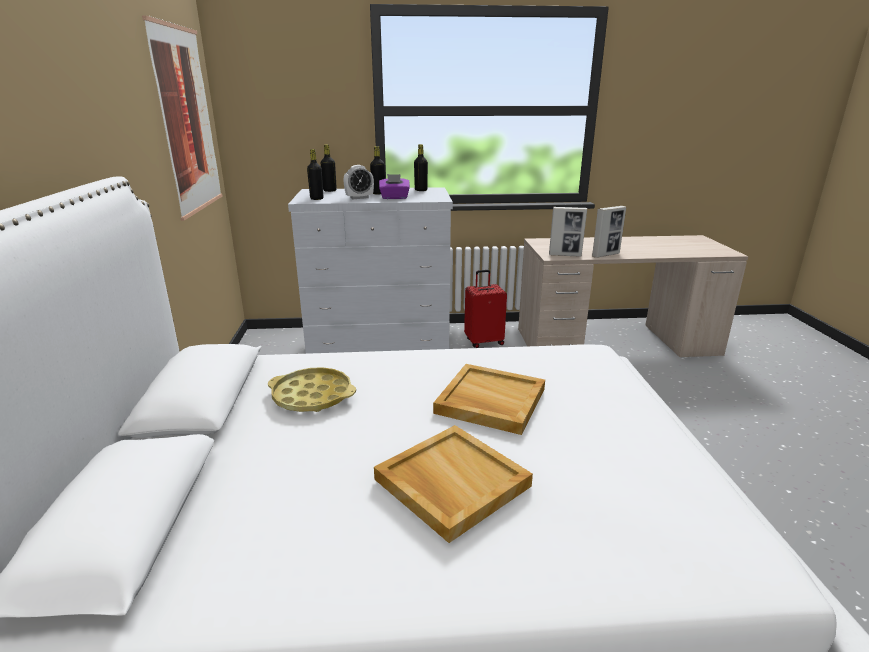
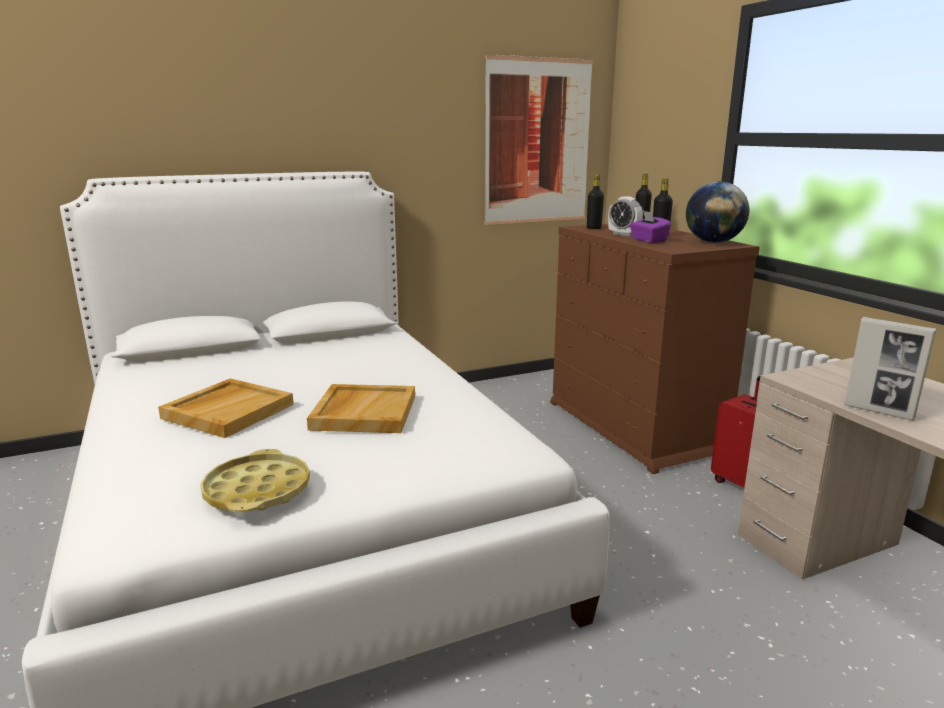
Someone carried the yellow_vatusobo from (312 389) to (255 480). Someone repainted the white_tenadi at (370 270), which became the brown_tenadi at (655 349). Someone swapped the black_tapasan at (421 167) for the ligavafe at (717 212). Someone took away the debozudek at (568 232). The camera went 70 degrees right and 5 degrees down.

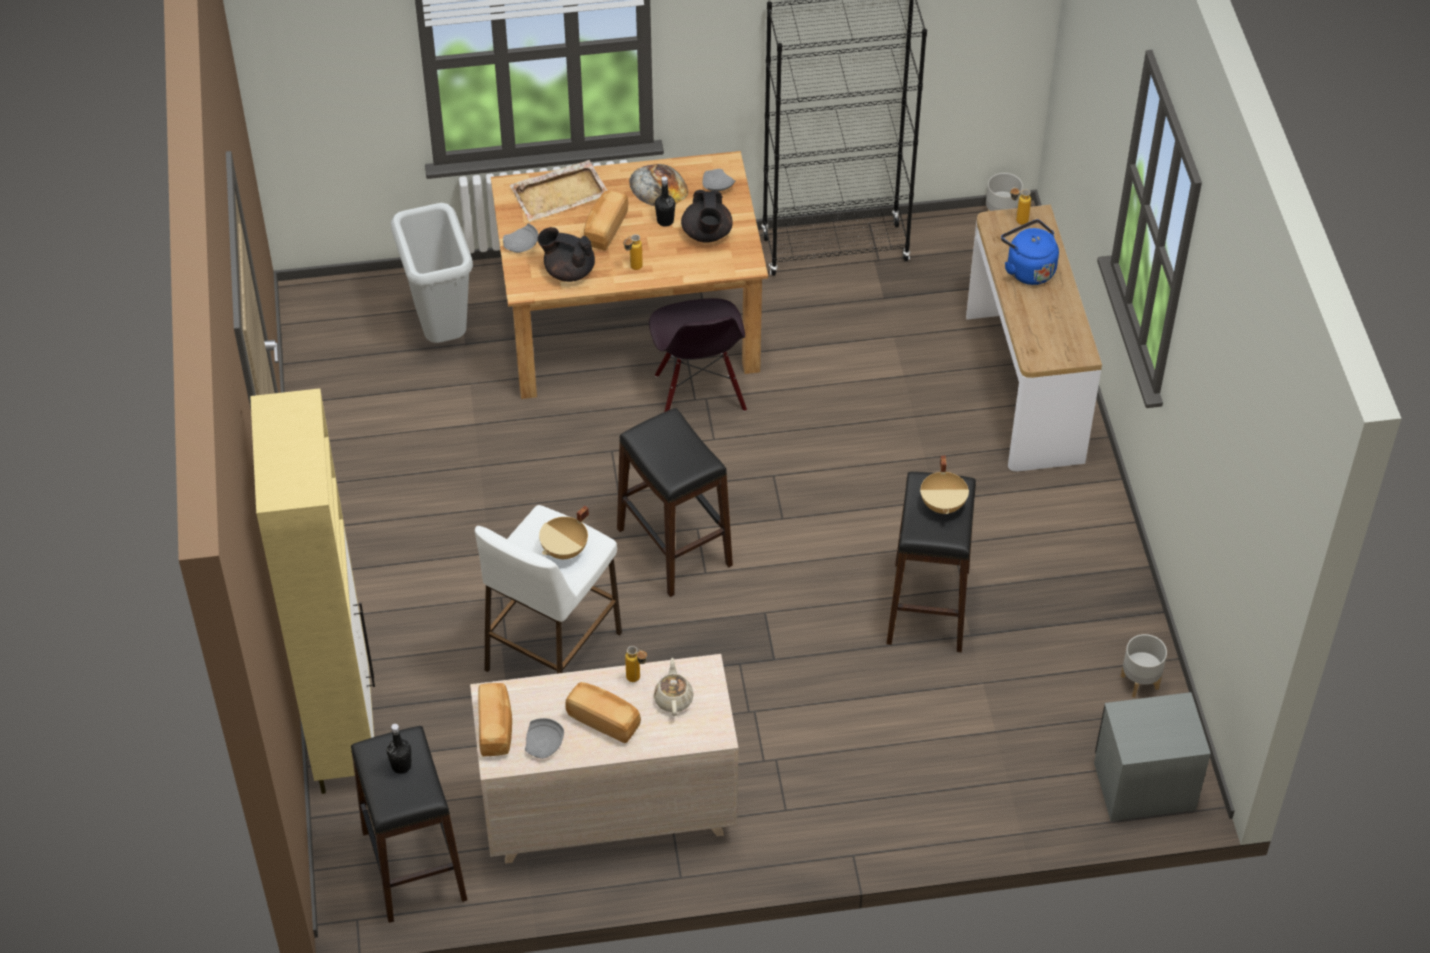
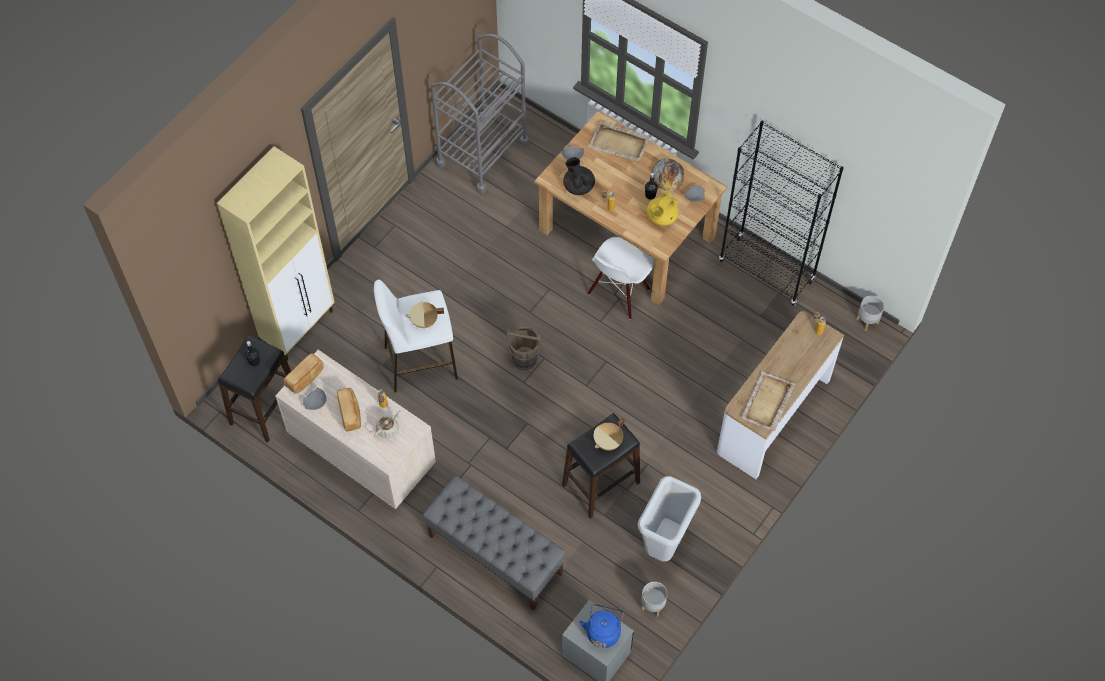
Someone put down the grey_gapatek at (494 543). Someone put down the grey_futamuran at (480 114). Someone swapped the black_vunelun at (675 502) for the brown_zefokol at (524 348). Someone carried the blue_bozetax from (1030 252) to (602 626). Someone repainted the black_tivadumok at (698 355), which became the white_tivadumok at (621 278). Someone carried the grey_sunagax from (432 273) to (669 518). Someone repainted the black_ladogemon at (707 216), which became the yellow_ladogemon at (663 209). Someone put down the beige_vatusobo at (768 401). Someone took away the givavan at (606 221). The camera went 45 degrees right and 10 degrees up.

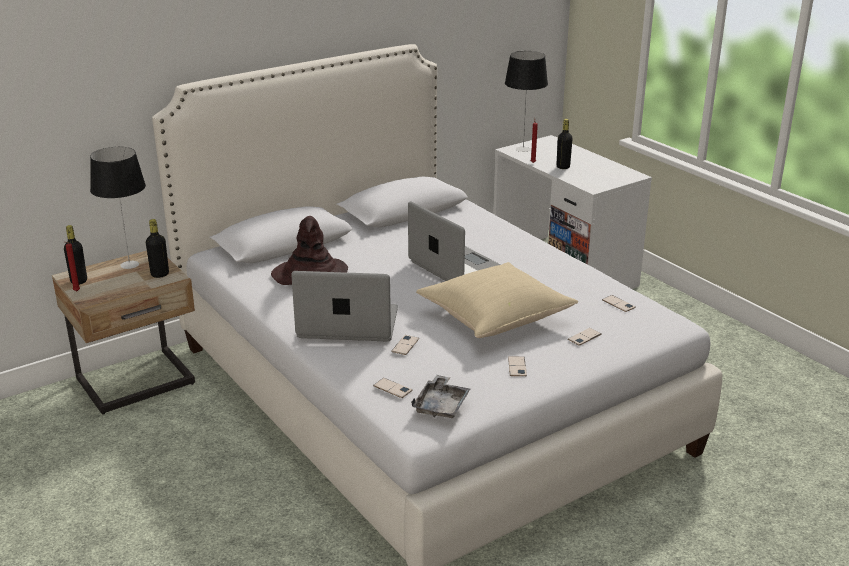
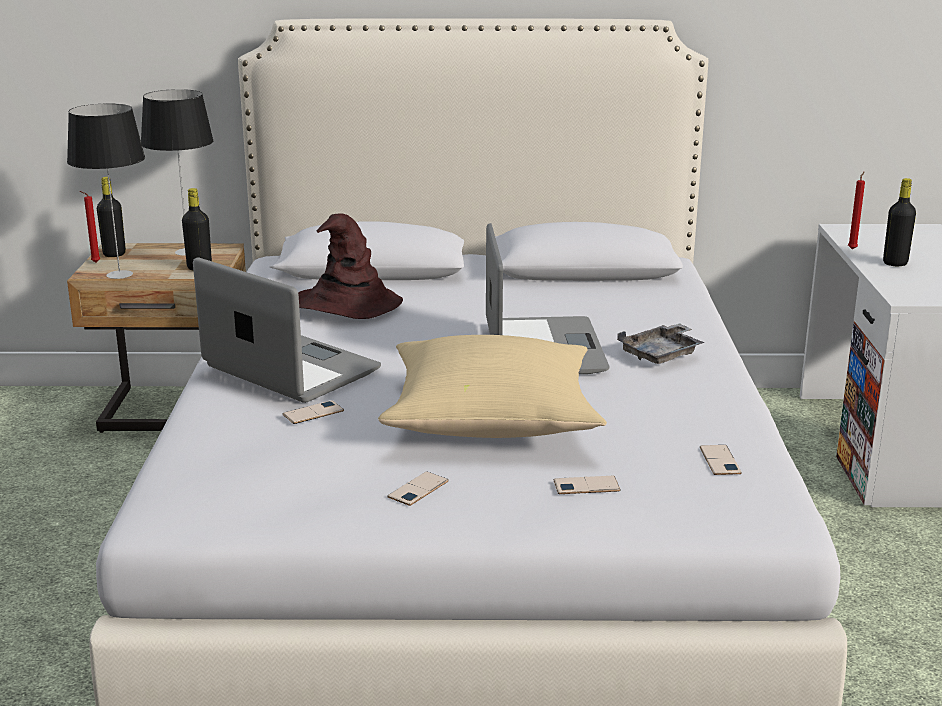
Someone carried the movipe from (526 101) to (106 191). Someone carried the grey_vatusobo from (440 396) to (661 343). Someone took away the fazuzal at (392 388). The camera went 35 degrees right and 5 degrees down.

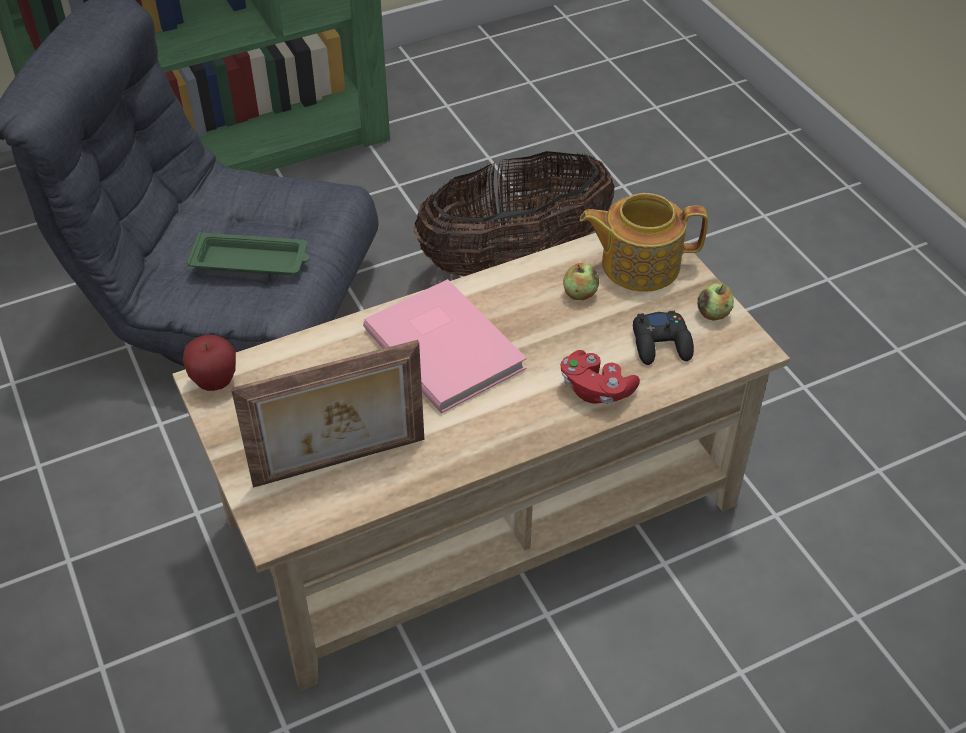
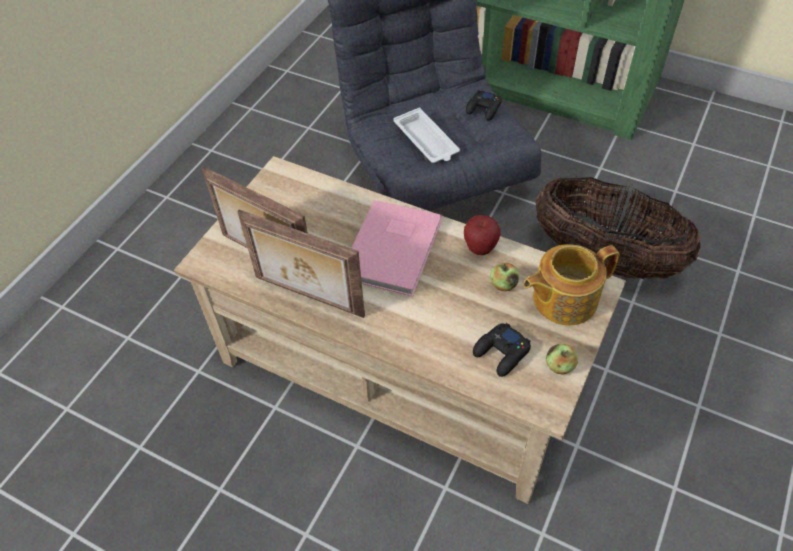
Someone put down the debozudek at (301 264). Someone repainted the green_vatusobo at (248 253), which became the white_vatusobo at (426 135). Someone carried the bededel from (209 363) to (482 235). Someone put down the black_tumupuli at (484 105). Someone rotated the ladogemon at (644 242) by 75 degrees counterclockwise. Someone took away the red_tumupuli at (600 377). The camera went 55 degrees right and 5 degrees up.

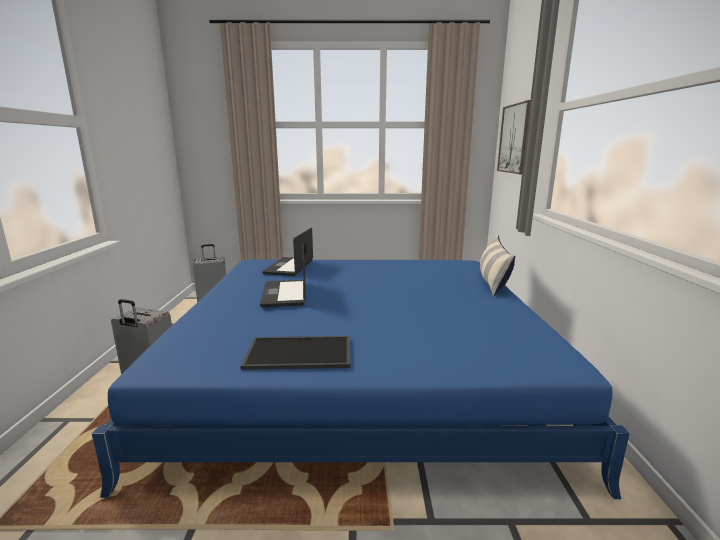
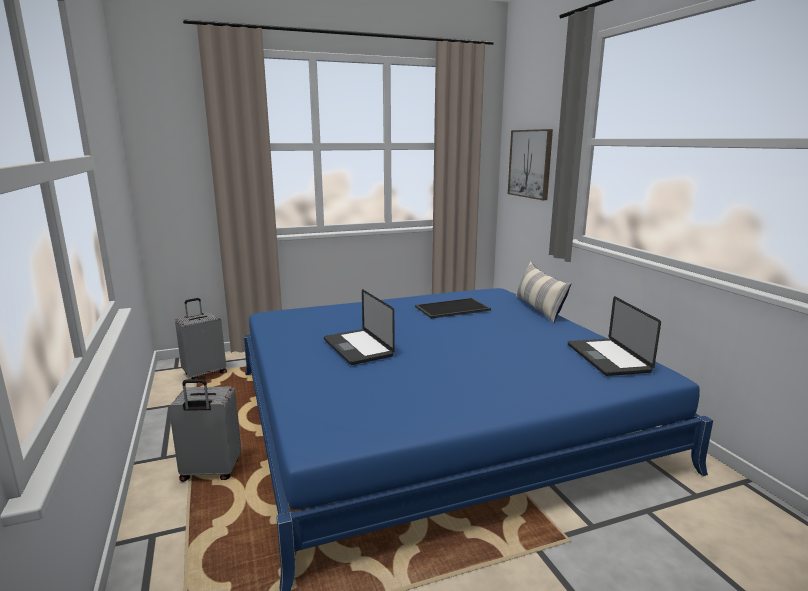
Someone carried the vatusobo from (295 353) to (453 308). Someone carried the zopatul from (287 252) to (614 336). The camera went 20 degrees left and 0 degrees up.

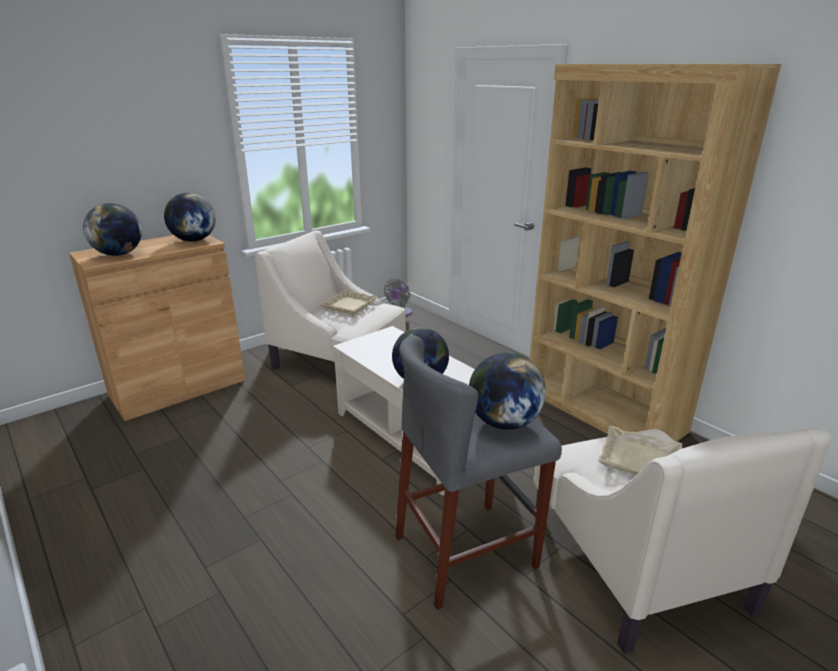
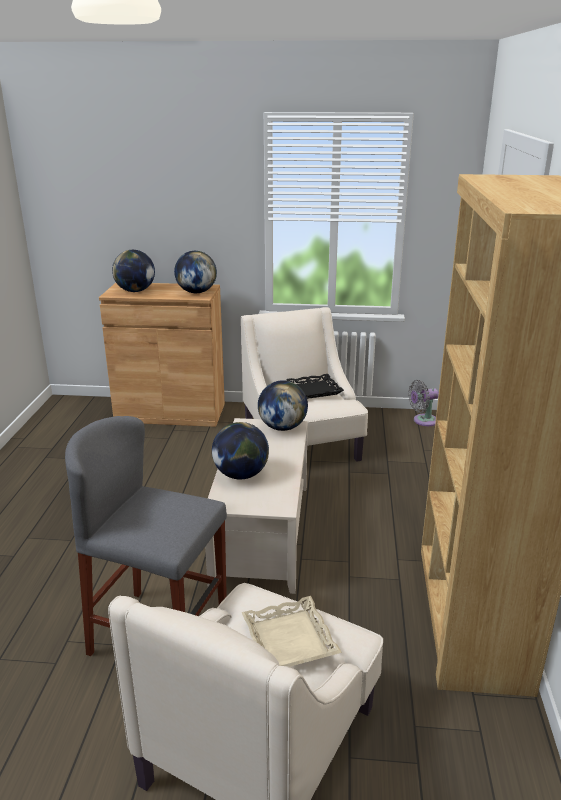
Someone carried the ligavafe from (507 391) to (283 405). Someone repainted the beige_vatusobo at (348 302), which became the black_vatusobo at (315 386). The camera went 45 degrees right and 0 degrees up.

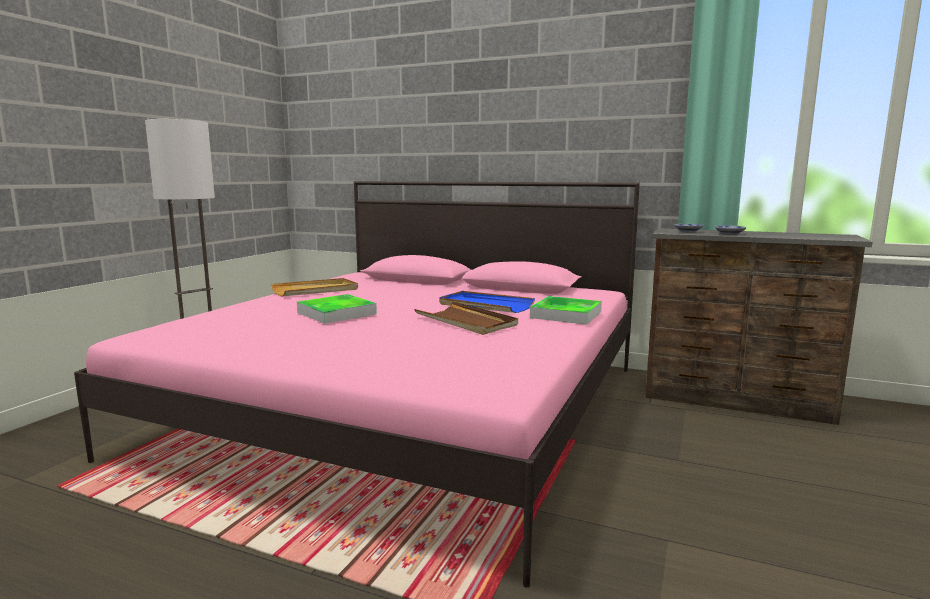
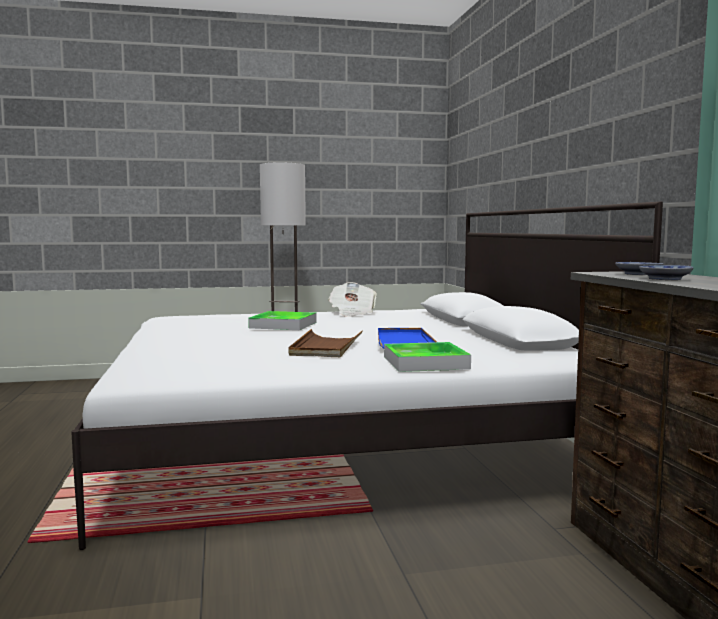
Someone repainted the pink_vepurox at (357 384), which became the white_vepurox at (367 375). Someone swapped the beige_vatusobo at (314 287) for the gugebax at (352 299). The camera went 55 degrees right and 5 degrees down.

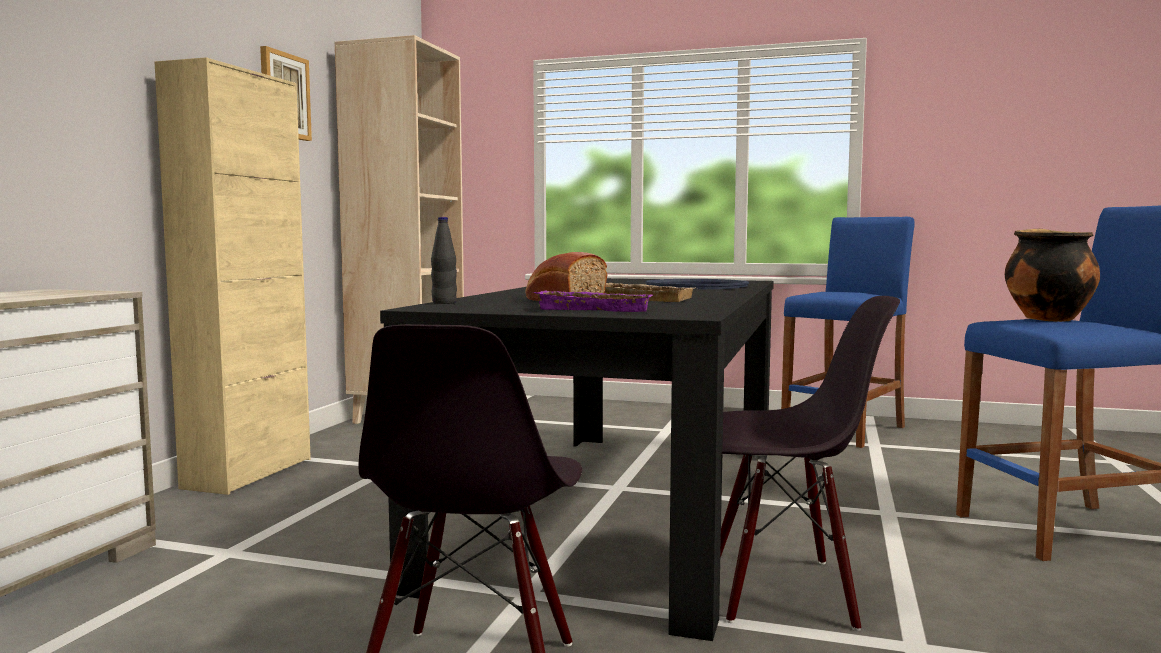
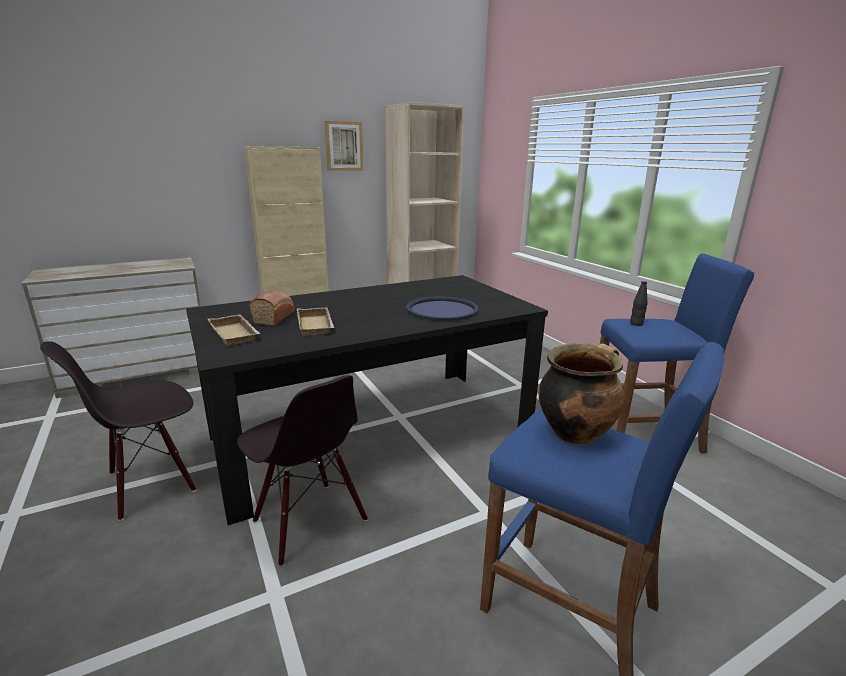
Someone repainted the purple_vatusobo at (593 301), which became the beige_vatusobo at (234 330). Someone carried the black_tapasan from (444 260) to (639 303). The camera went 45 degrees right and 15 degrees up.

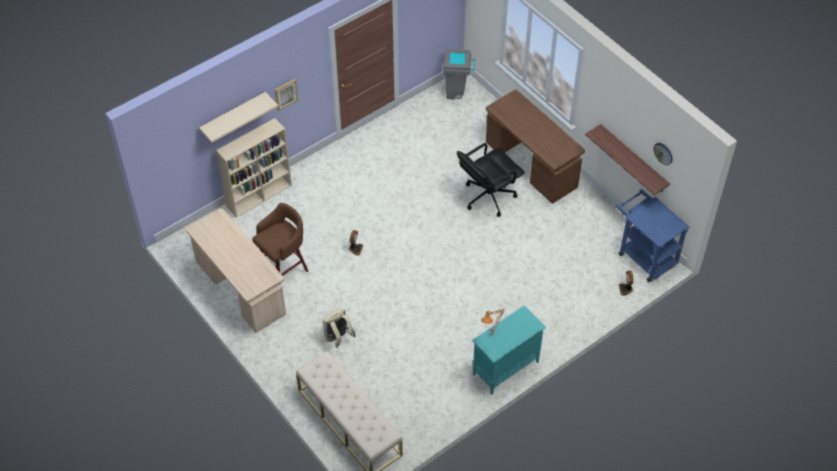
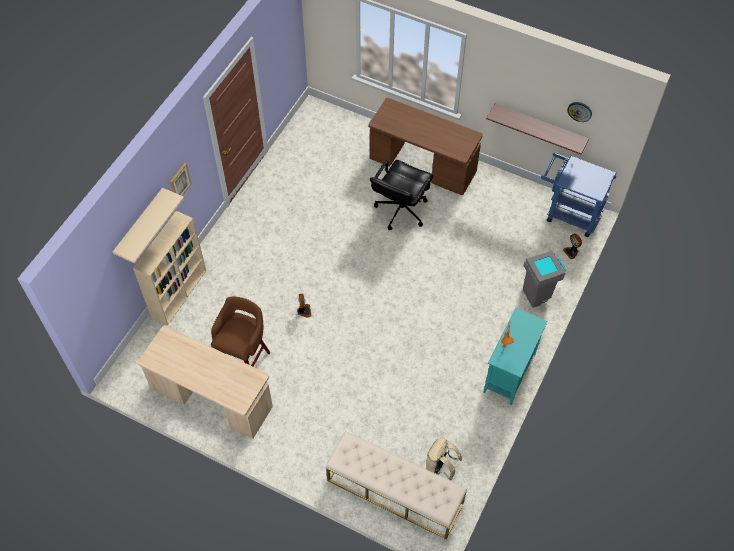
Someone carried the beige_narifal from (339 328) to (444 459). Someone carried the grey_sunagax from (459 74) to (545 279). The camera went 25 degrees left and 5 degrees up.

